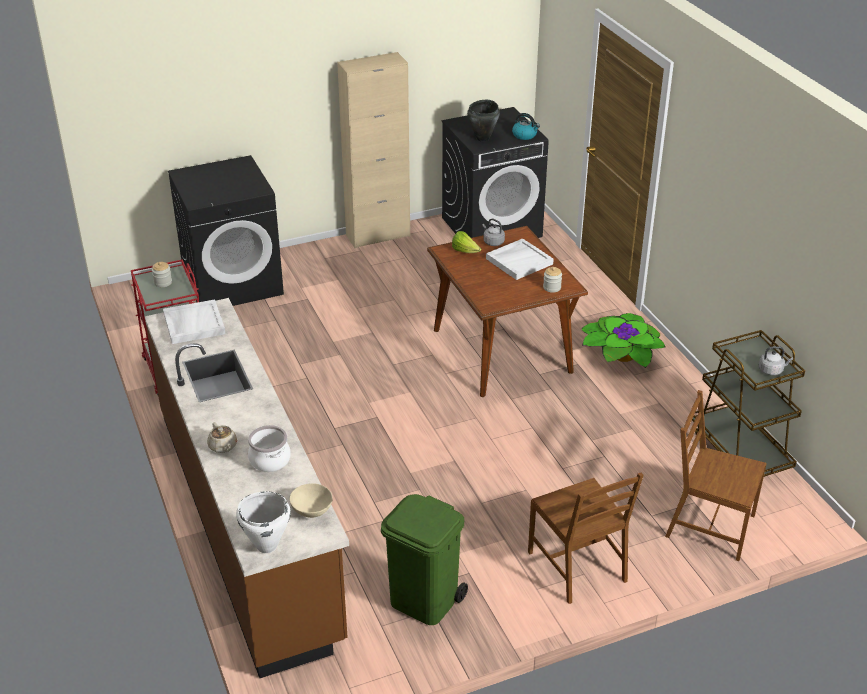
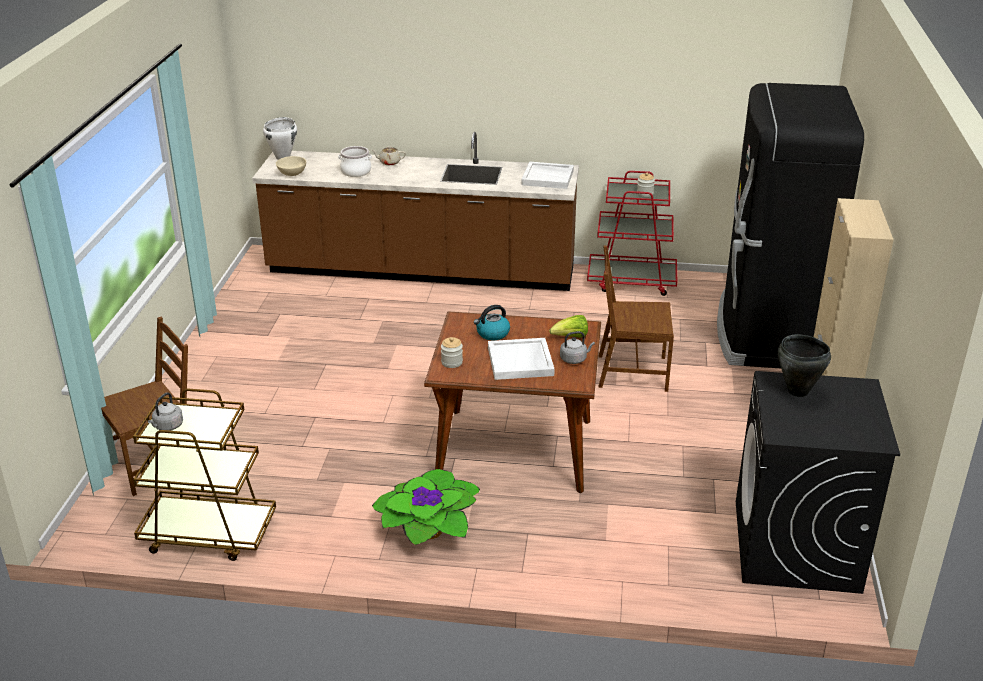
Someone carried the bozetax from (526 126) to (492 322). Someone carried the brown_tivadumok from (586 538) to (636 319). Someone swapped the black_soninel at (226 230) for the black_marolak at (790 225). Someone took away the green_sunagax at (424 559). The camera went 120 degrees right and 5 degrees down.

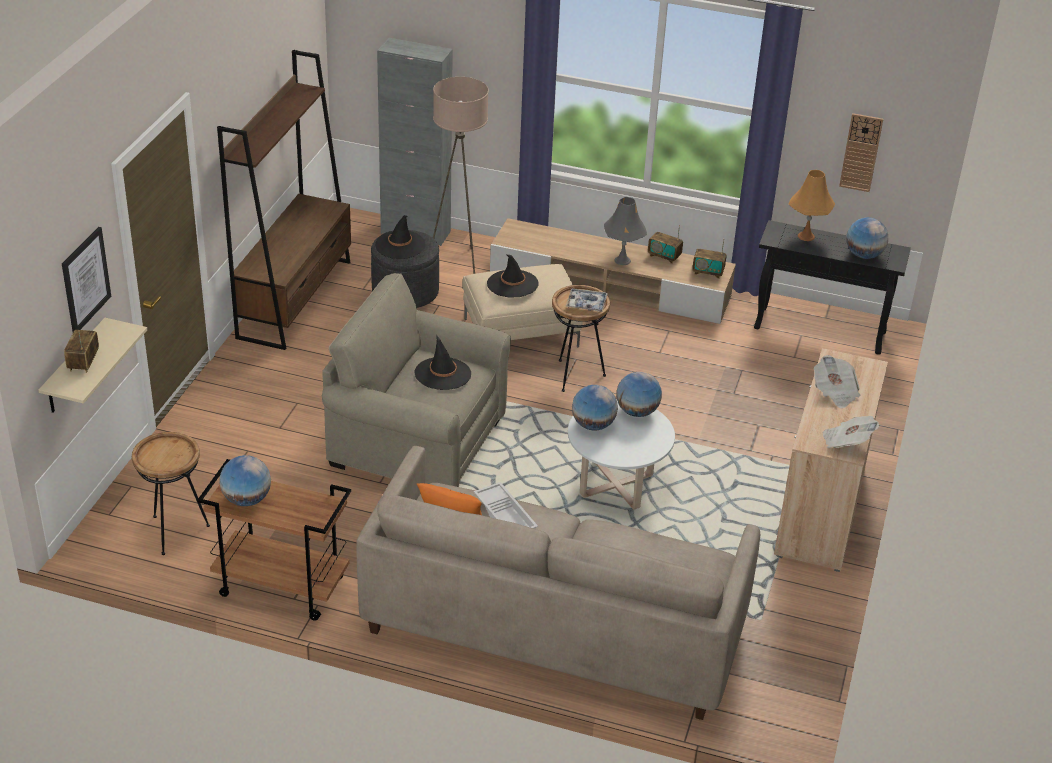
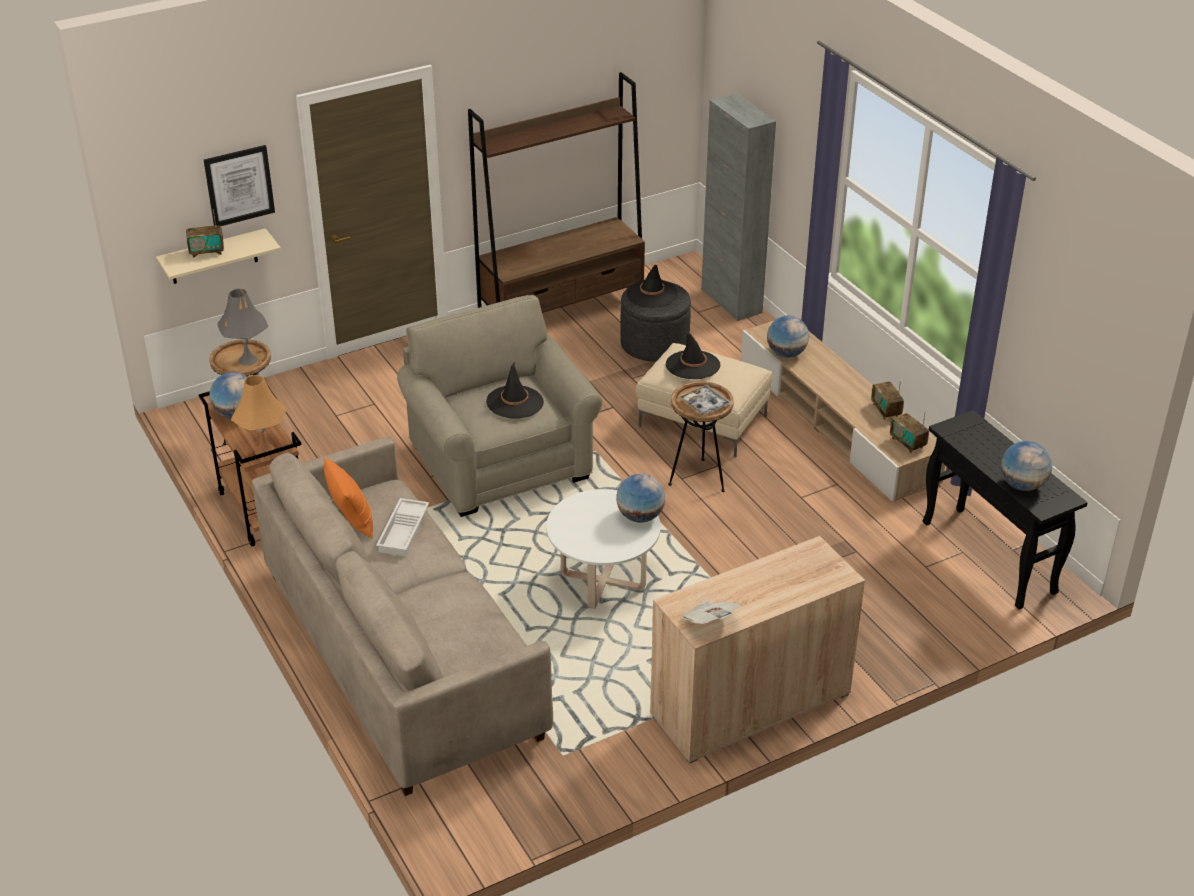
Someone rotated the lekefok at (81 351) by 150 degrees counterclockwise. Someone carried the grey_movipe from (625 231) to (242 327). Someone carried the orange_movipe from (811 205) to (259 415). Someone carried the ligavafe from (595 407) to (788 336). Someone took away the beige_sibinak at (461 175). Someone took away the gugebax at (837 382). Someone took away the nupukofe at (861 152). The camera went 45 degrees right and 0 degrees up.

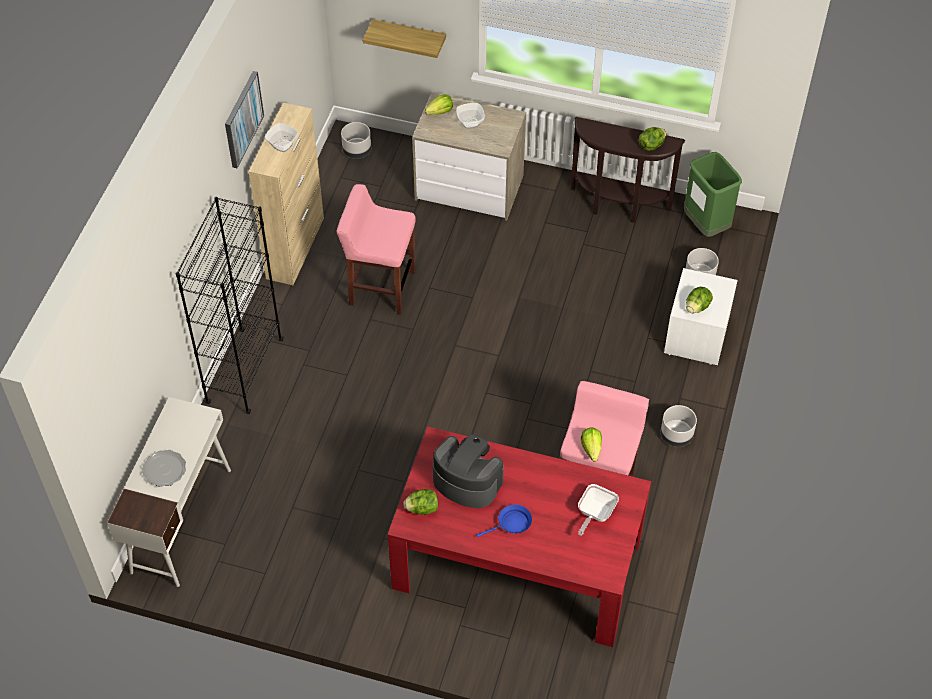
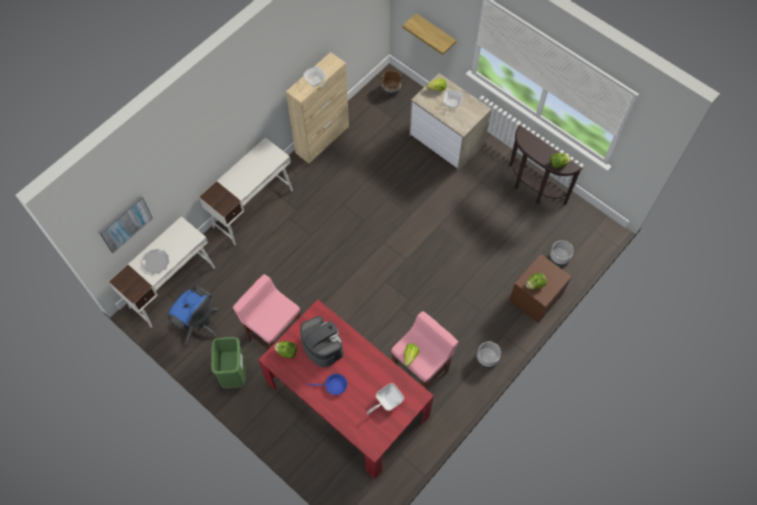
Someone carried the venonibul from (244 119) to (125 224). Someone put down the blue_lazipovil at (192 315). Someone swapped the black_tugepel at (229 305) for the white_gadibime at (246 191). Someone carried the green_sunagax from (713 194) to (228 363). Someone carried the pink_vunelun from (376 249) to (267 311). Someone repainted the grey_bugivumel at (356 140), which became the brown_bugivumel at (391 83). Someone repainted the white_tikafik at (701 316), which became the brown_tikafik at (540 288). The camera went 25 degrees right and 10 degrees up.

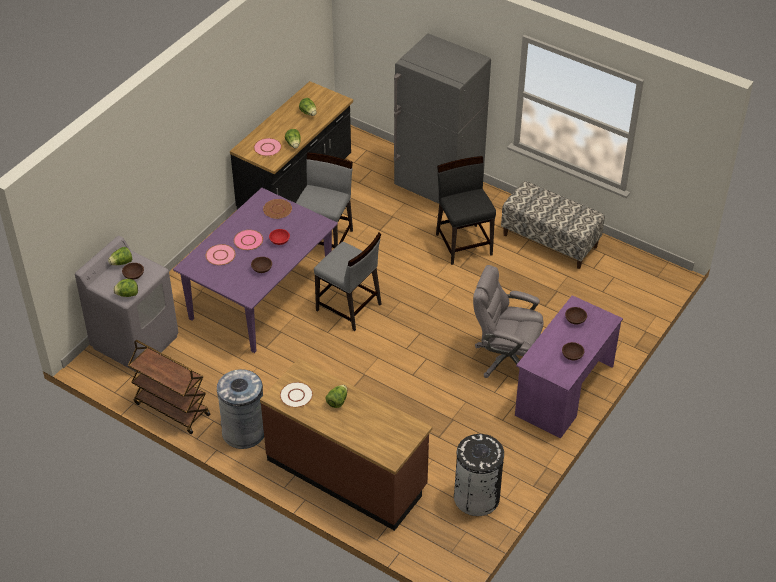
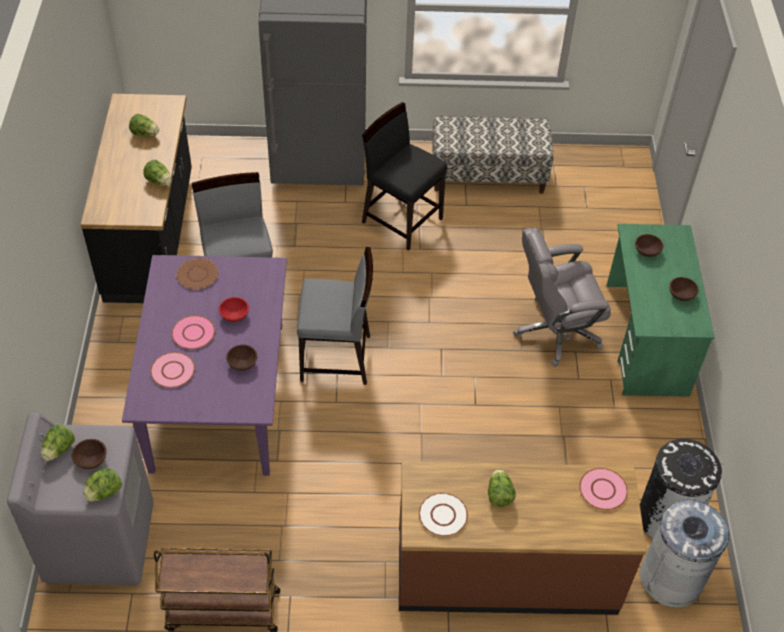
Someone carried the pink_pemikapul from (268 147) to (603 489). Someone repainted the purple_gadibime at (569 366), which became the green_gadibime at (661 310). Someone carried the grey_sunagax from (240 409) to (684 554). The camera went 35 degrees left and 5 degrees up.

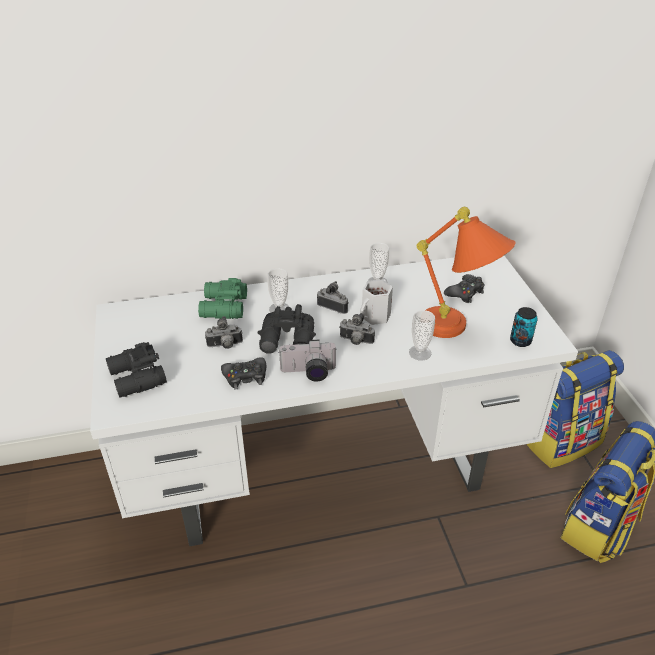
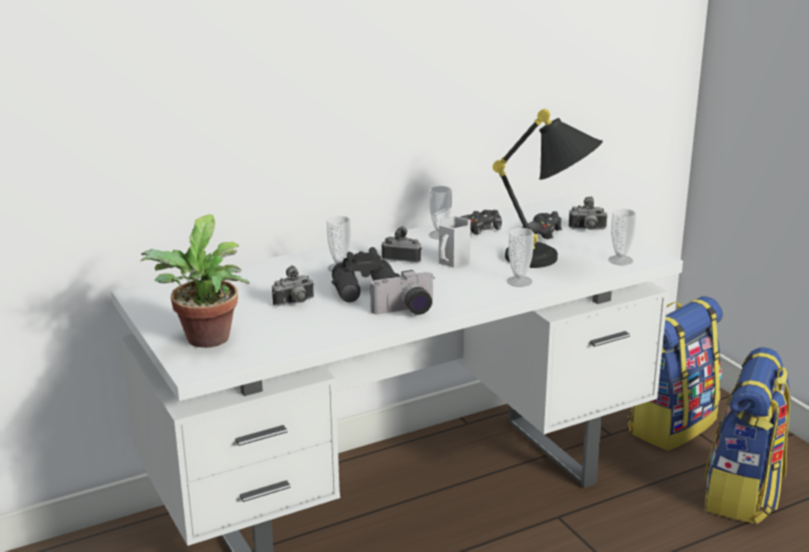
Someone swapped the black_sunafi at (136 370) for the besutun at (195 281). Someone carried the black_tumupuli from (243 373) to (481 222). Someone repainted the orange_movipe at (466 272), which became the black_movipe at (548 188). Someone carried the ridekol from (357 329) to (588 213). Someone swapped the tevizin at (524 327) for the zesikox at (622 237). Someone took away the green_sunafi at (222 298). The camera went 15 degrees left and 15 degrees down.

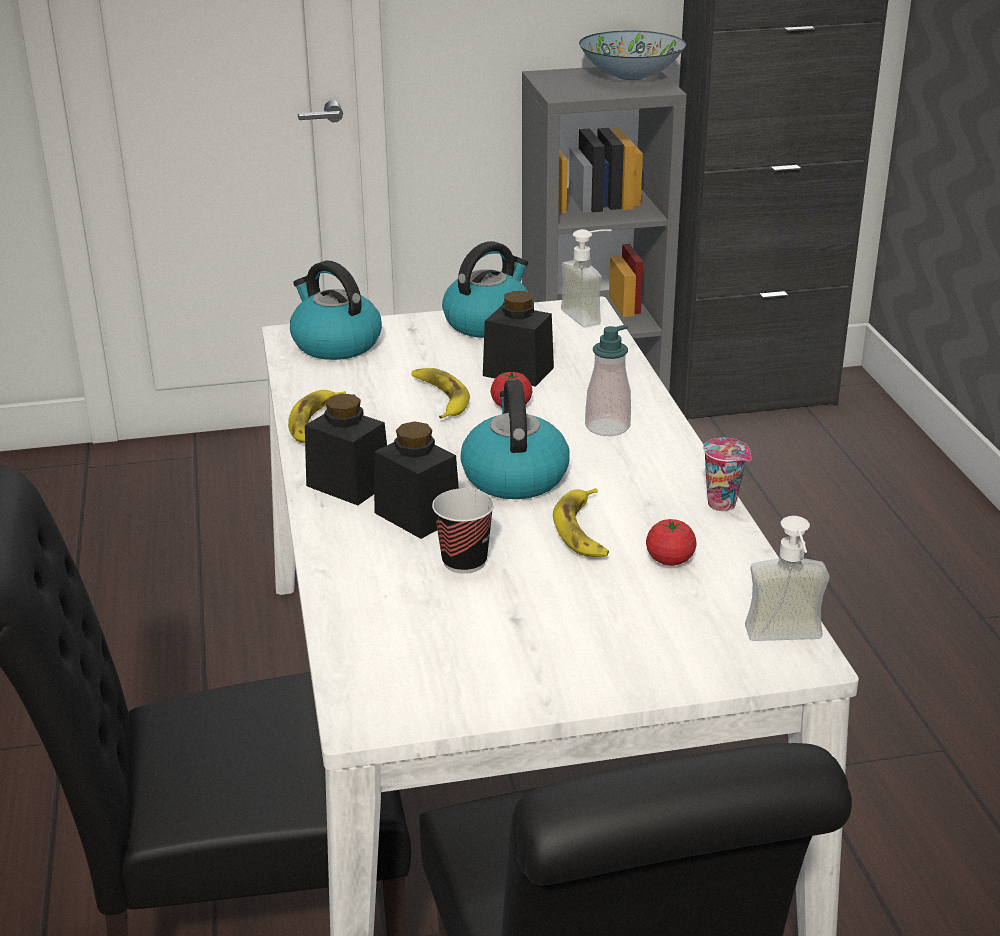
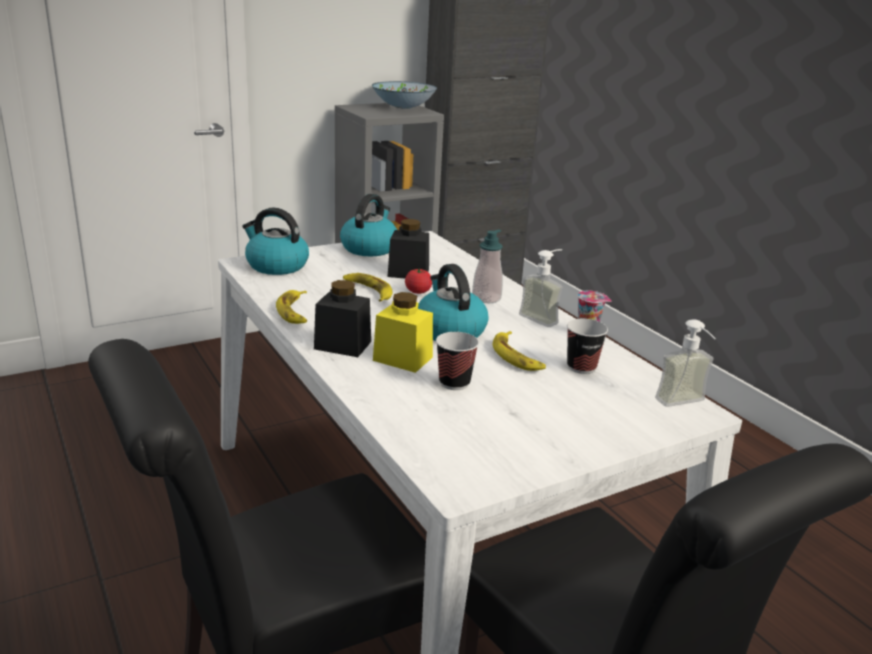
Someone repainted the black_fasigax at (416 480), which became the yellow_fasigax at (403 332). Someone carried the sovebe from (586 278) to (541 288). Someone swapped the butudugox at (671 542) for the zesikox at (587 346). The camera went 20 degrees left and 5 degrees down.

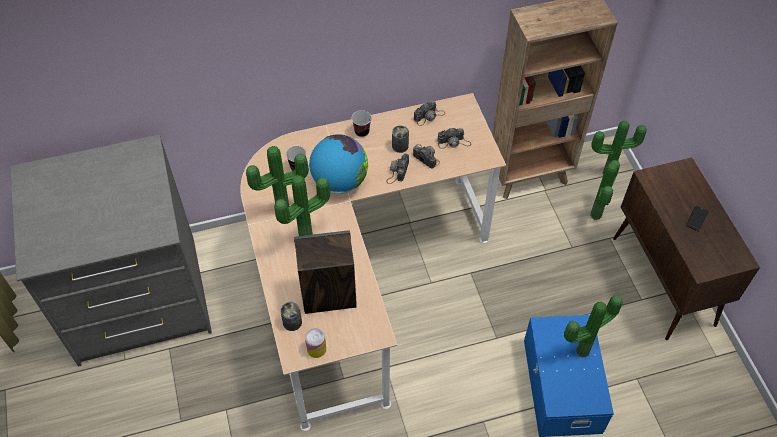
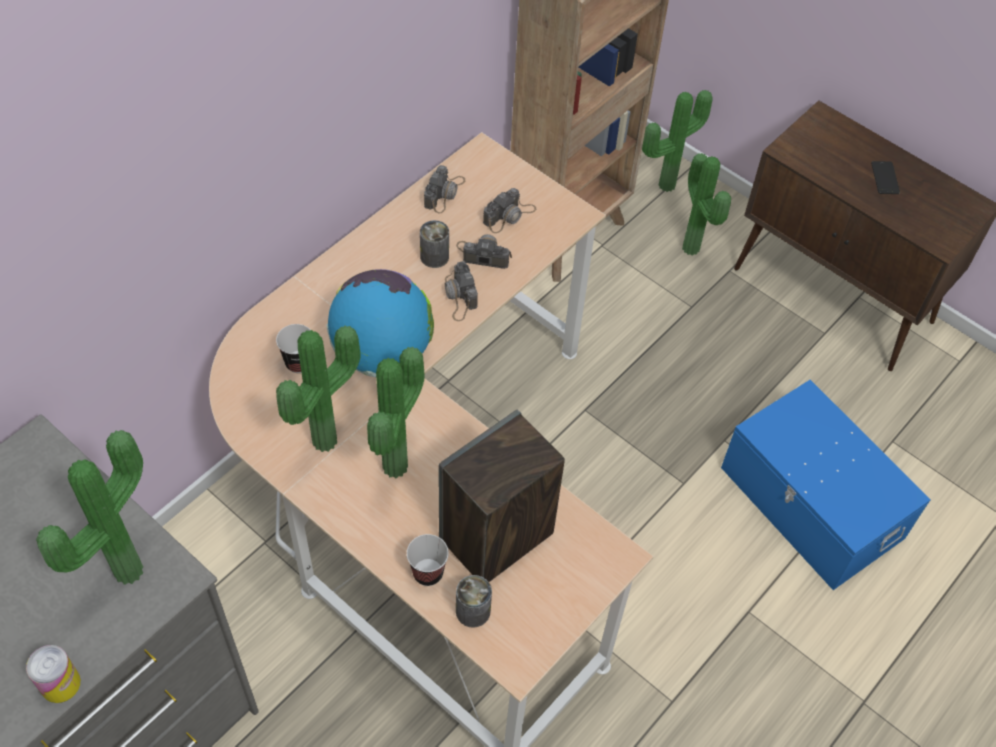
Someone carried the tevizin from (315 343) to (53 674). Someone carried the besutun from (593 326) to (89 507). Someone carried the zesikox from (361 123) to (428 560). The camera went 35 degrees left and 0 degrees up.

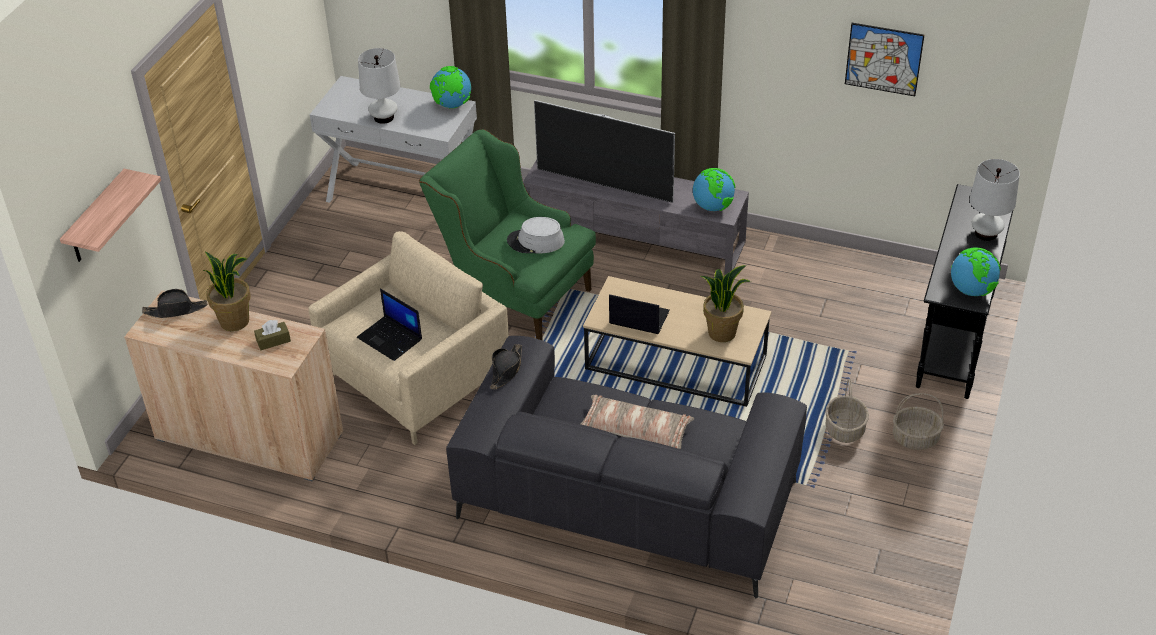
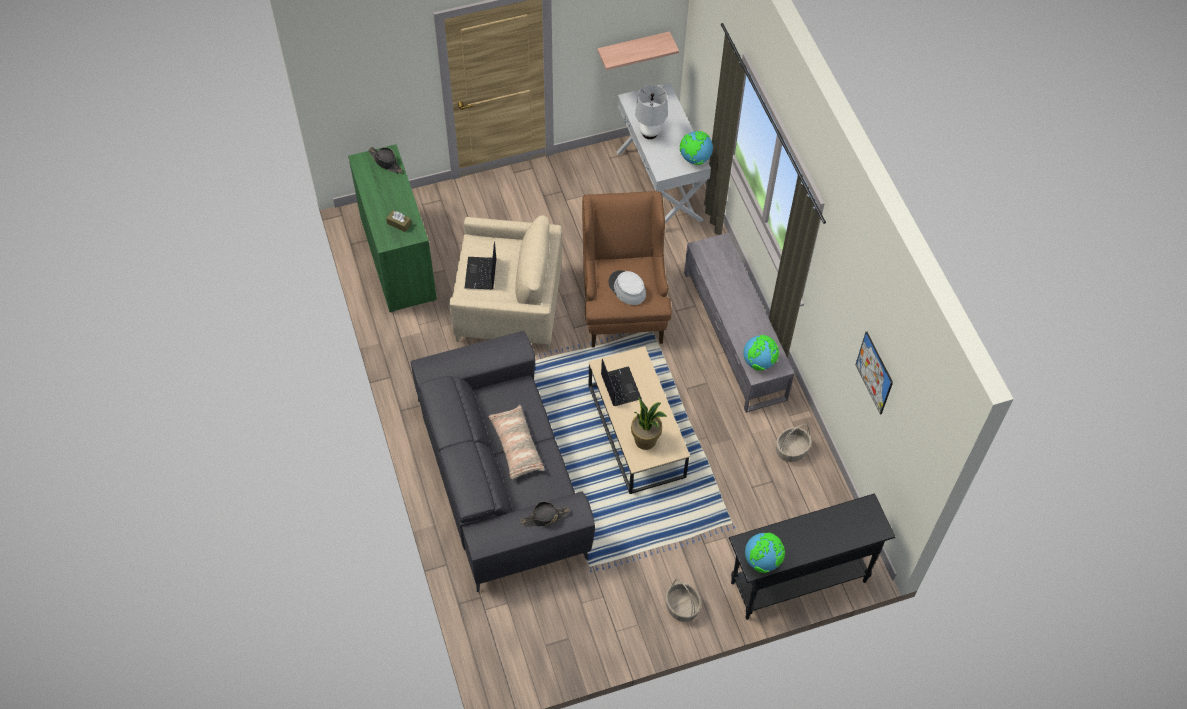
Someone repainted the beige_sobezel at (233 386), which became the green_sobezel at (392 228). Someone carried the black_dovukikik from (506 367) to (545 513). Someone repainted the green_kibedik at (507 234), which became the brown_kibedik at (627 269). Someone carried the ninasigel from (110 215) to (638 50). Someone carried the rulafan from (847 411) to (794 443). Someone took away the besutun at (227 291). Someone took away the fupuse at (604 151). Someone took away the white_movipe at (995 200). The camera went 50 degrees right and 15 degrees up.

